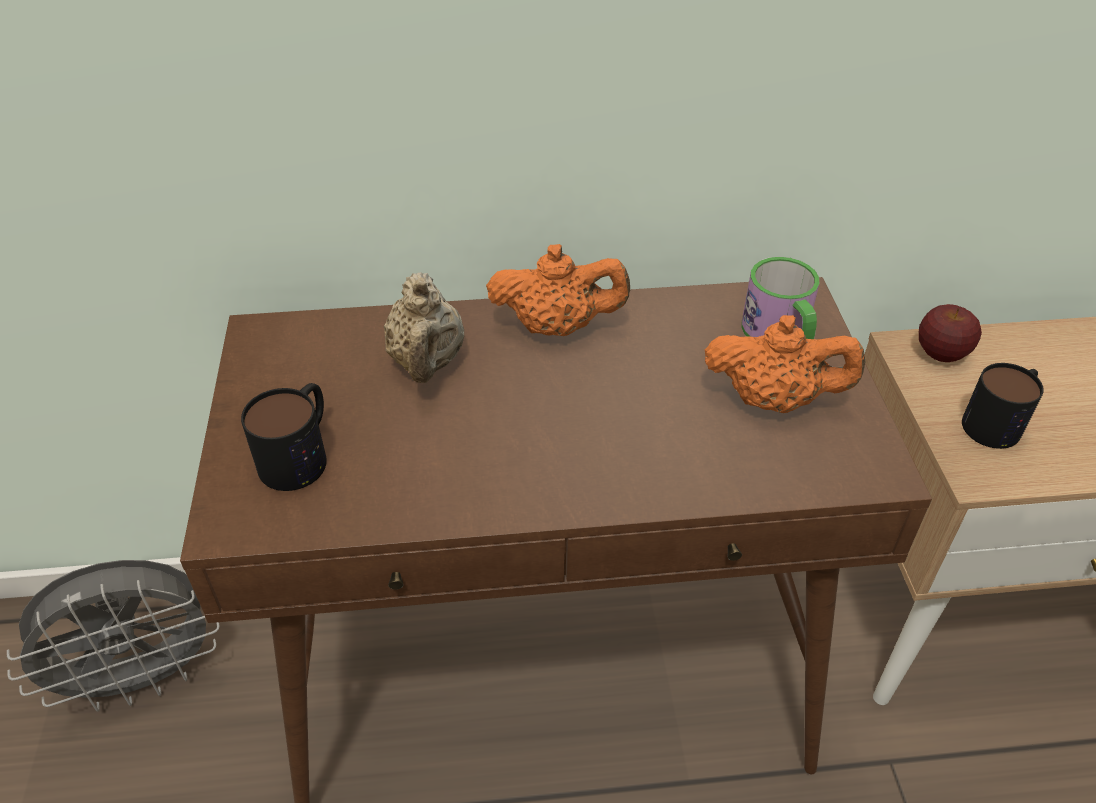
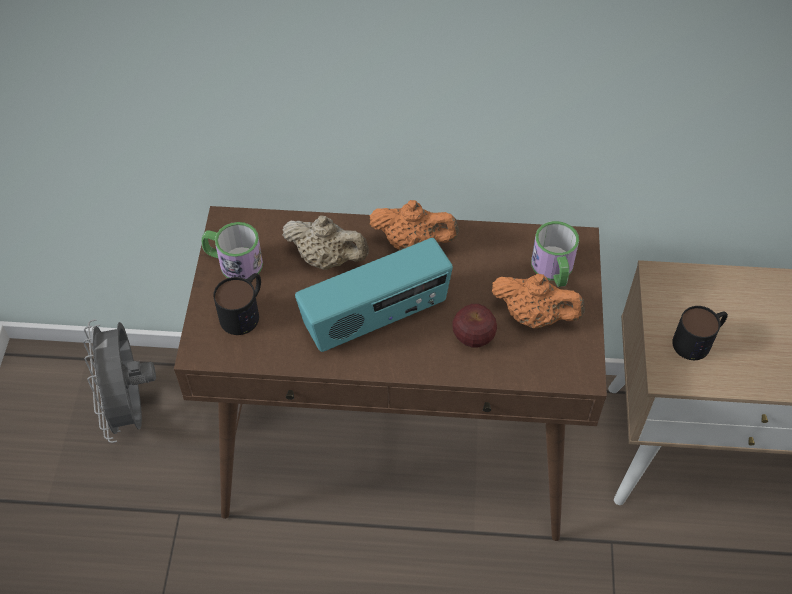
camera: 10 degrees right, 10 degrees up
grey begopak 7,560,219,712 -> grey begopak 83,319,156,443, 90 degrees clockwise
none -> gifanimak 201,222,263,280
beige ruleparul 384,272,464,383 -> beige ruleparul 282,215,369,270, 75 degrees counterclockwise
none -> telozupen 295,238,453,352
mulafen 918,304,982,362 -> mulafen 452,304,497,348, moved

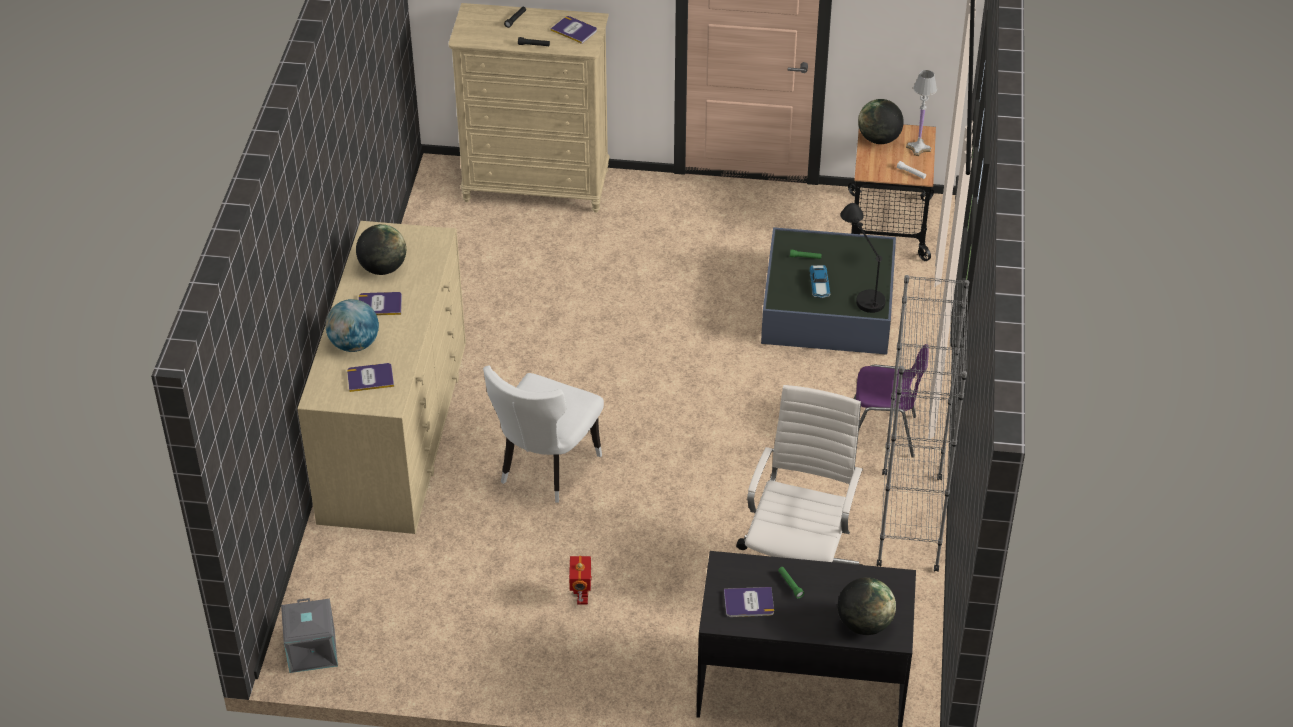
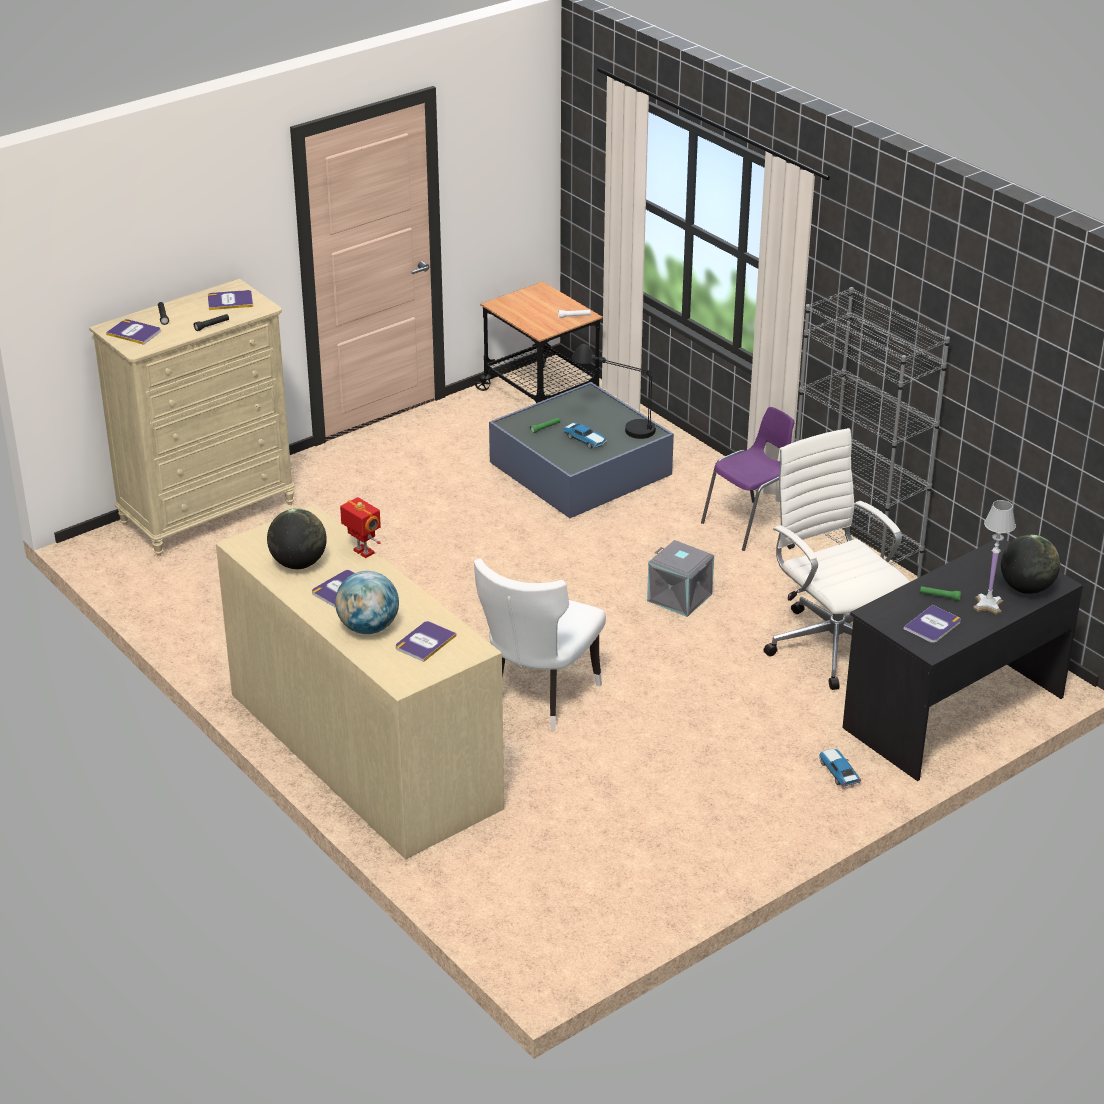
camera: 45 degrees left, 10 degrees down
none -> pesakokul 106,319,161,345
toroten 569,556,592,605 -> toroten 340,497,381,558, moved
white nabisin 483,366,604,503 -> white nabisin 474,558,606,730, 45 degrees clockwise
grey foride 281,598,338,673 -> grey foride 647,540,714,617, moved
none -> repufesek 819,749,861,787
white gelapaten 906,70,937,156 -> white gelapaten 973,500,1016,615, moved
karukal 858,99,904,144 -> none

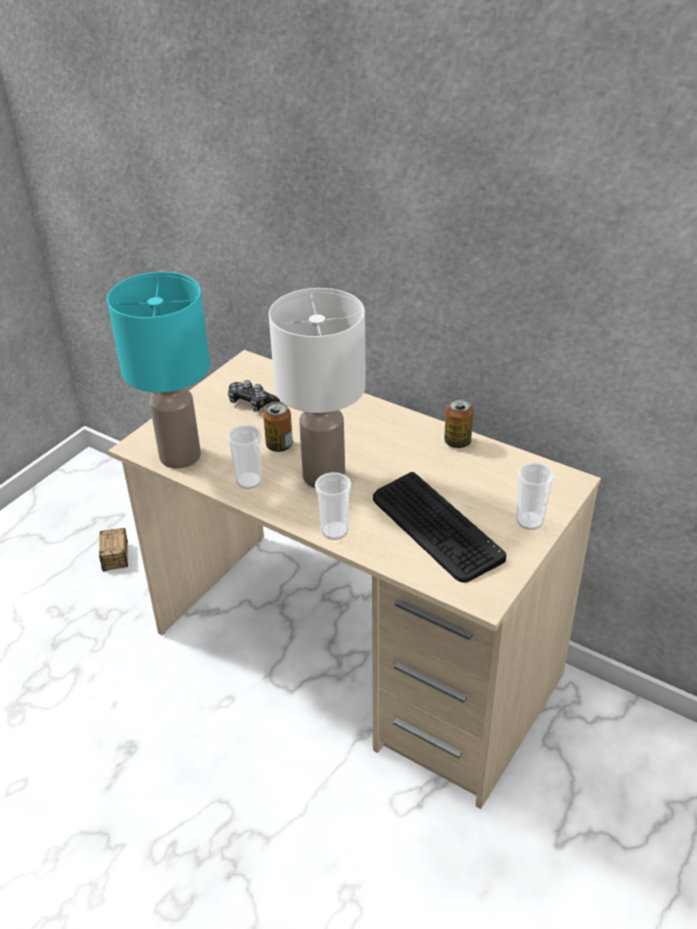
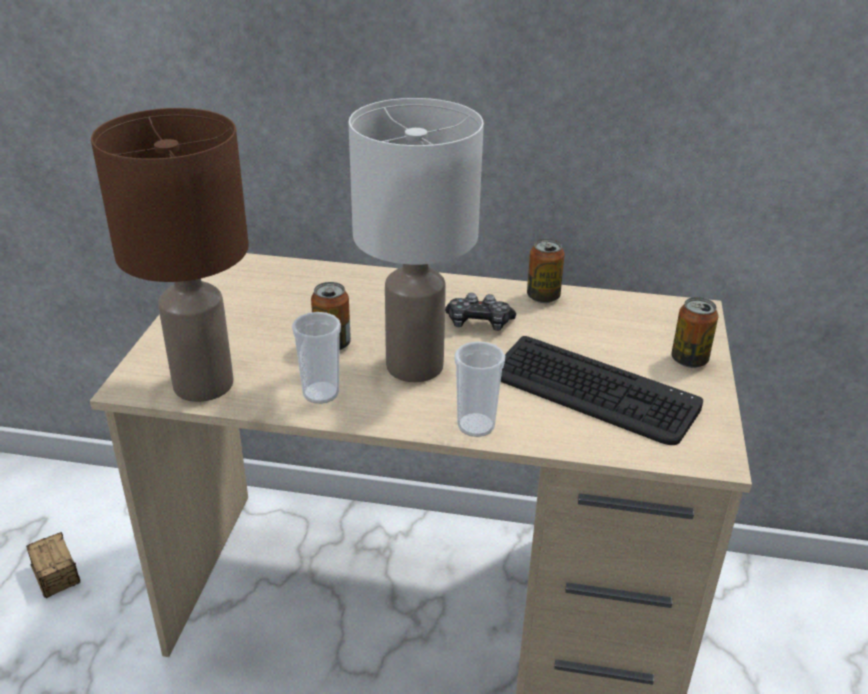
camera: 25 degrees left, 5 degrees down
turquoise gelapaten 107,272,210,469 -> brown gelapaten 91,108,249,402
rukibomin 228,380,280,411 -> rukibomin 445,293,516,331, moved
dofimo 516,462,554,530 -> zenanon 671,297,718,368

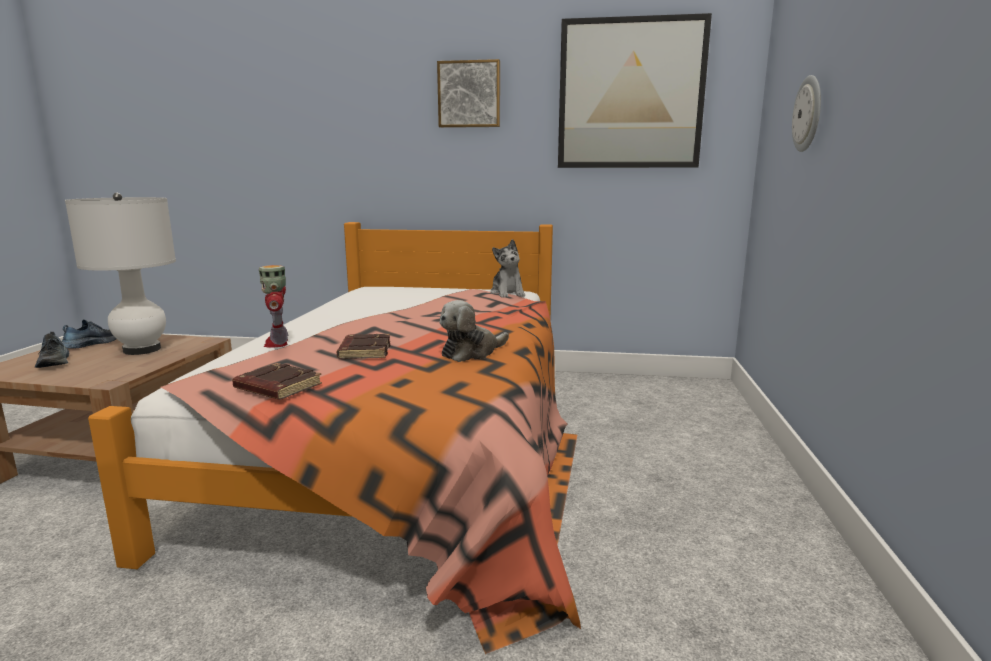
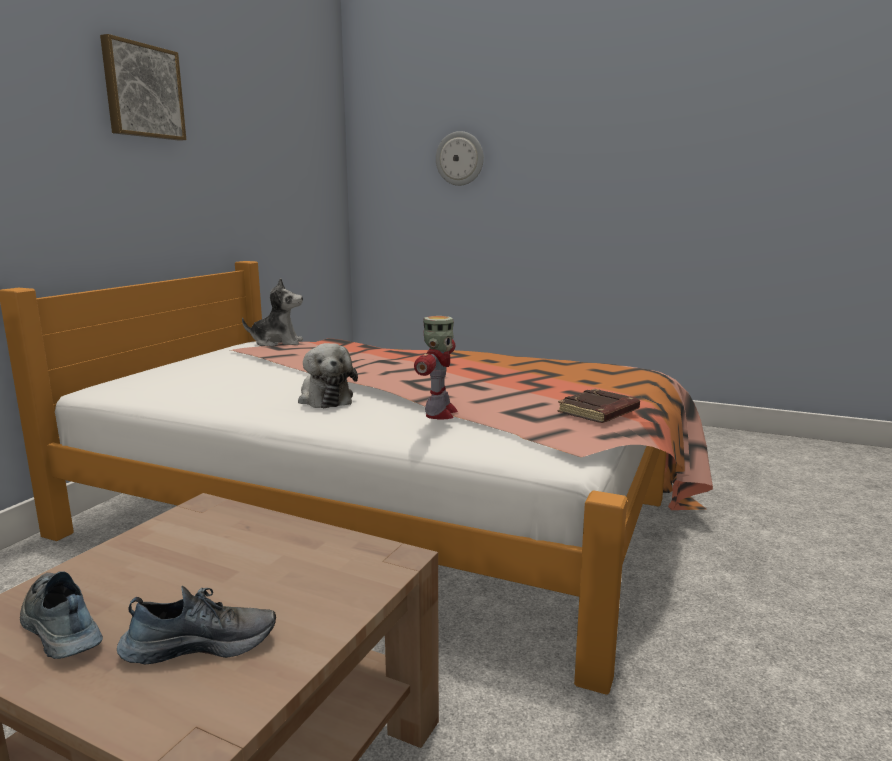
camera: 75 degrees left, 0 degrees up
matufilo 439,300,509,362 -> matufilo 298,343,358,409, moved
toroten 259,265,288,348 -> toroten 414,316,458,419, 75 degrees counterclockwise
white gelapaten 65,193,176,355 -> none
brown pesakokul 337,334,390,359 -> none
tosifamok 558,13,712,168 -> none

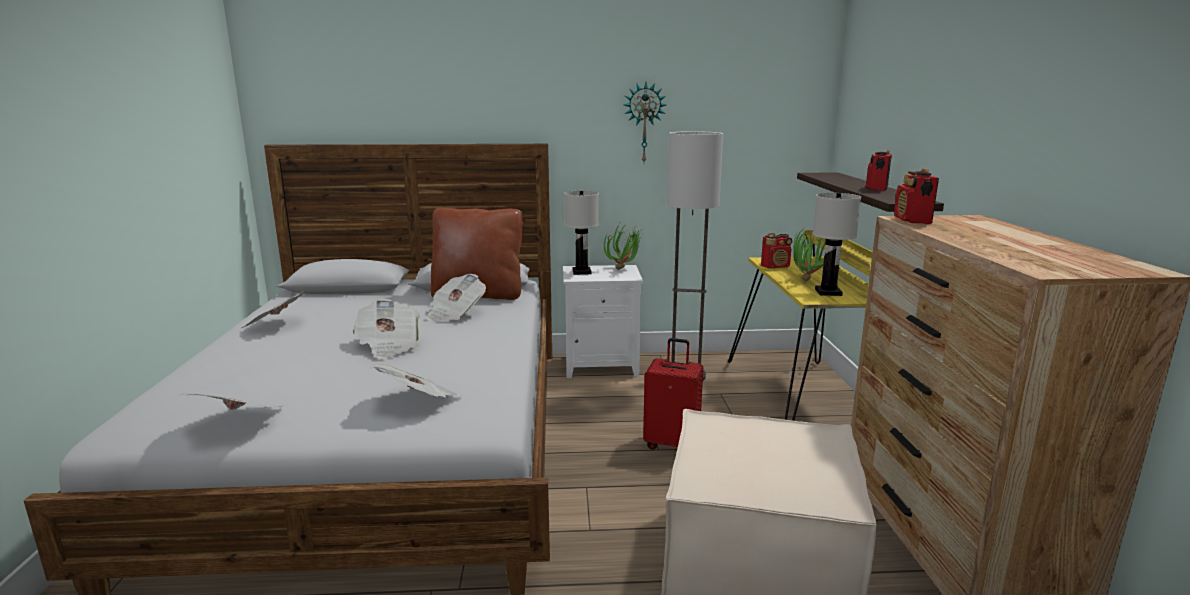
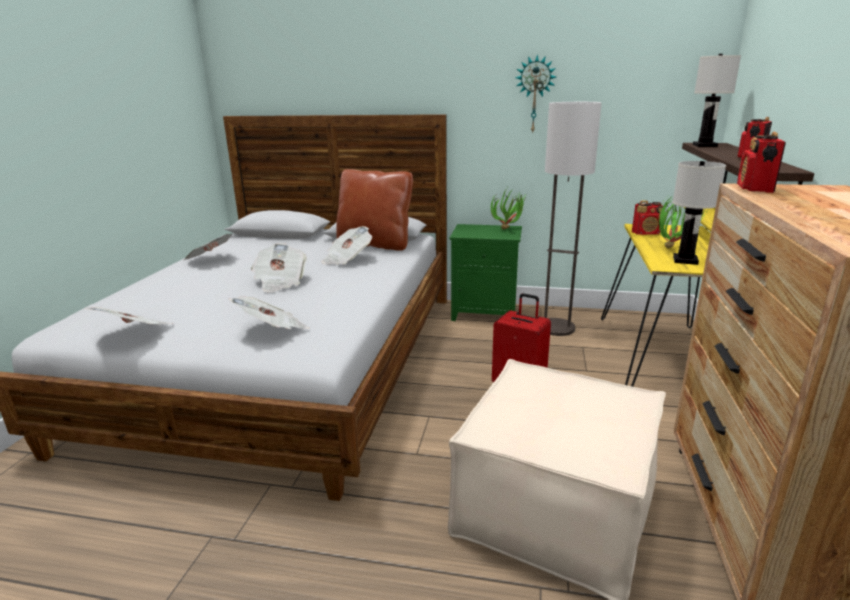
camera: 15 degrees right, 5 degrees up
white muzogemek 563,265,643,378 -> green muzogemek 450,224,522,321
white gelapaten 564,191,599,275 -> white gelapaten 693,54,741,147, moved

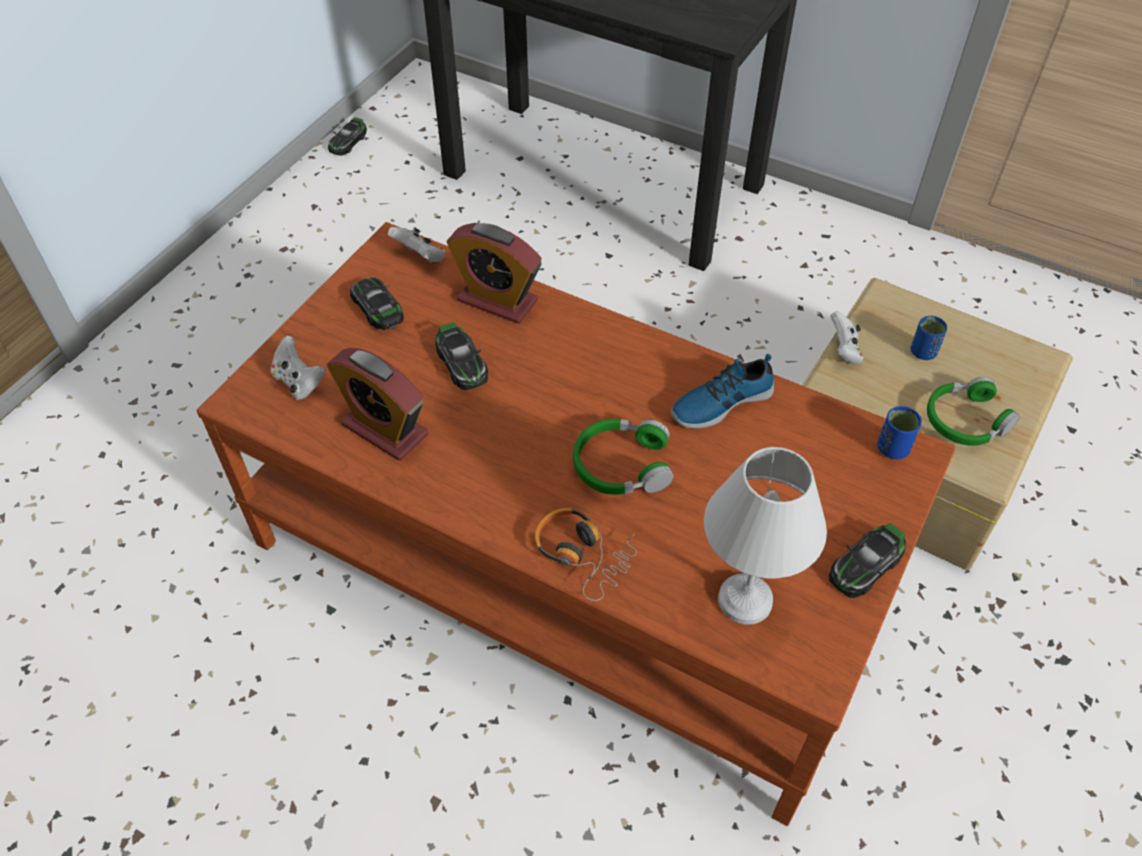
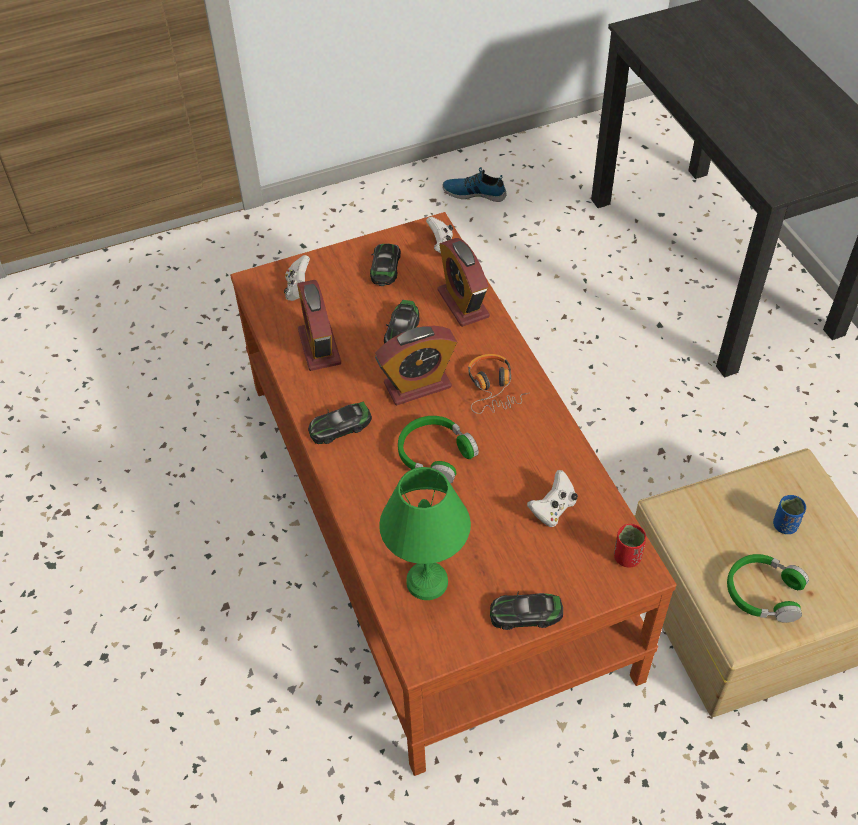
camera: 40 degrees right, 0 degrees up
repufesek 328,117,367,156 -> repufesek 308,402,372,444, moved
none -> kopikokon 375,326,457,405
white gelapaten 704,447,827,625 -> green gelapaten 379,467,471,600
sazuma 671,354,774,428 -> sazuma 442,167,506,202, moved
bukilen 535,508,637,601 -> bukilen 468,354,530,414, moved
white rukibomin 830,311,863,364 -> white rukibomin 527,470,578,527, moved
blue dofimo 877,406,922,459 -> red dofimo 614,524,646,568

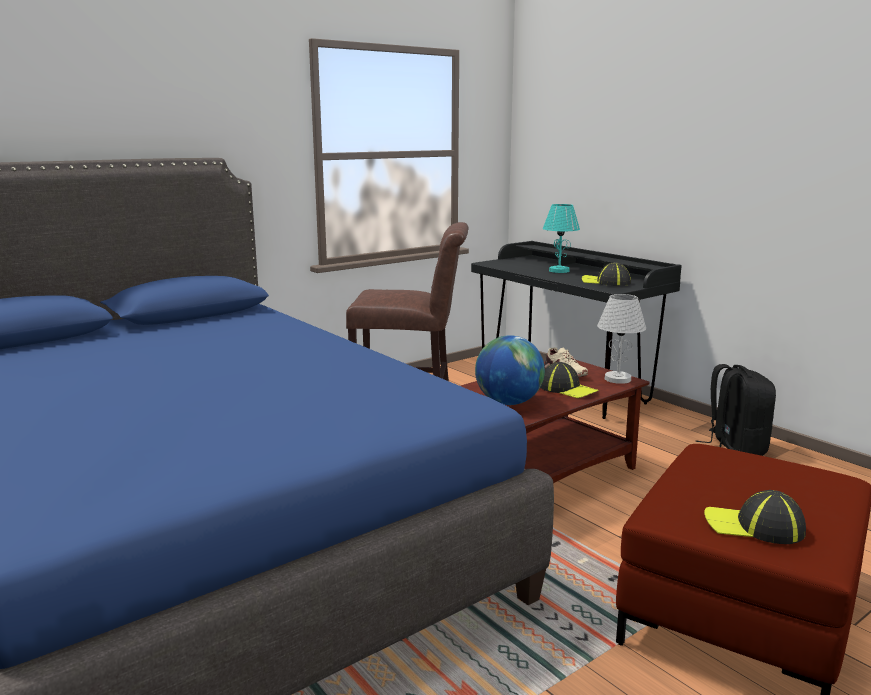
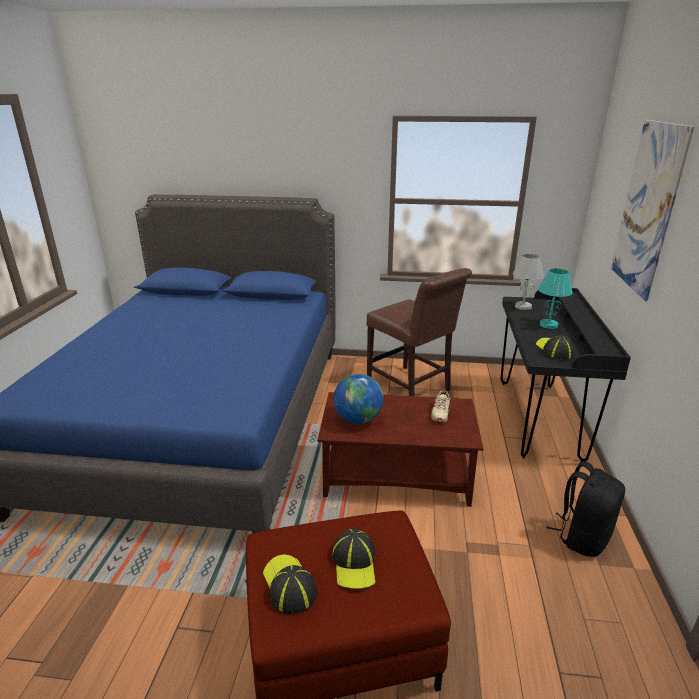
camera: 45 degrees right, 10 degrees up
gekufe 540,362,598,398 -> gekufe 332,529,376,589, moved
white gelapaten 597,294,646,384 -> white gelapaten 513,254,544,310, moved
none -> tosifamok 611,120,694,301

